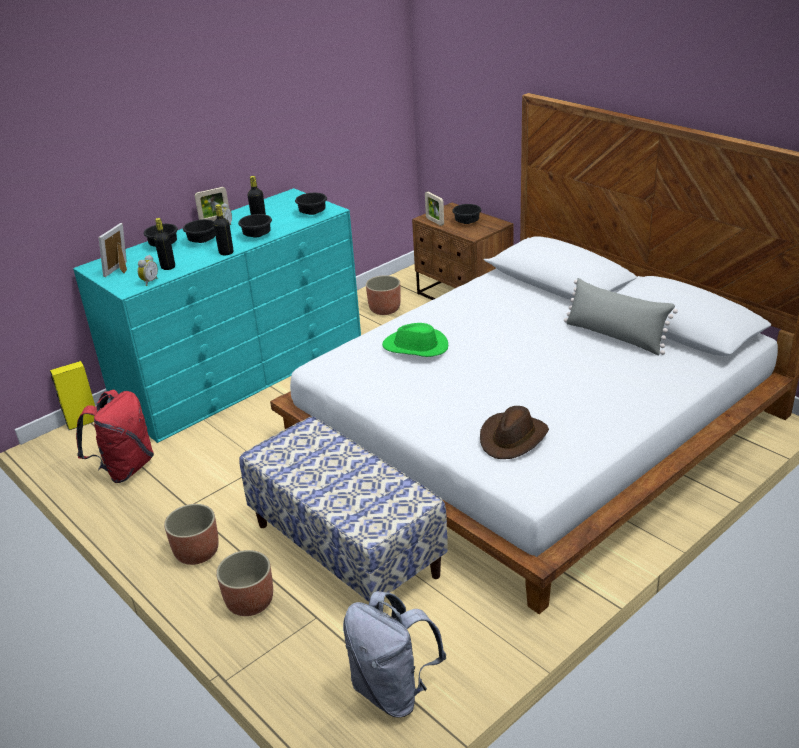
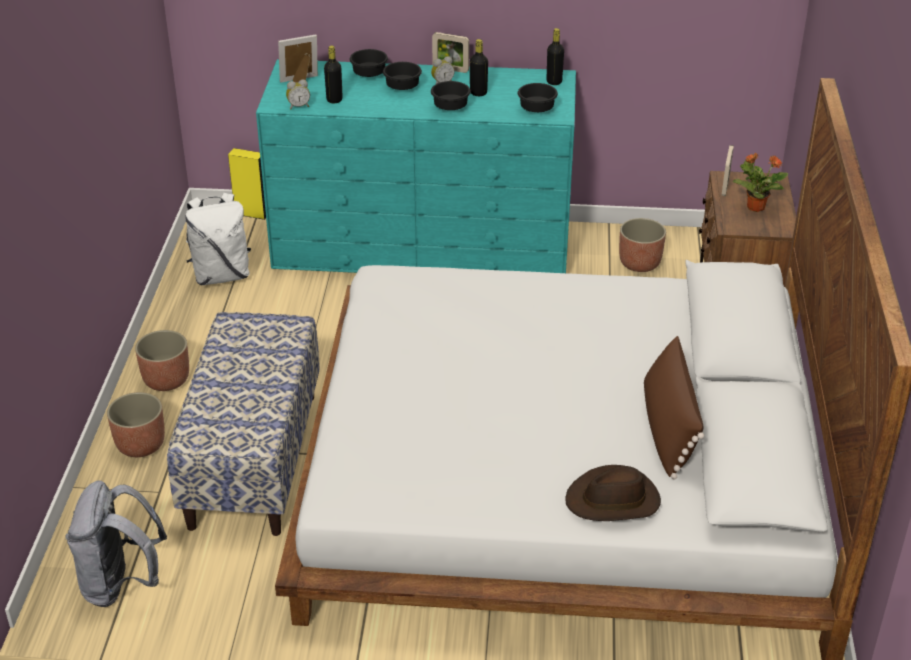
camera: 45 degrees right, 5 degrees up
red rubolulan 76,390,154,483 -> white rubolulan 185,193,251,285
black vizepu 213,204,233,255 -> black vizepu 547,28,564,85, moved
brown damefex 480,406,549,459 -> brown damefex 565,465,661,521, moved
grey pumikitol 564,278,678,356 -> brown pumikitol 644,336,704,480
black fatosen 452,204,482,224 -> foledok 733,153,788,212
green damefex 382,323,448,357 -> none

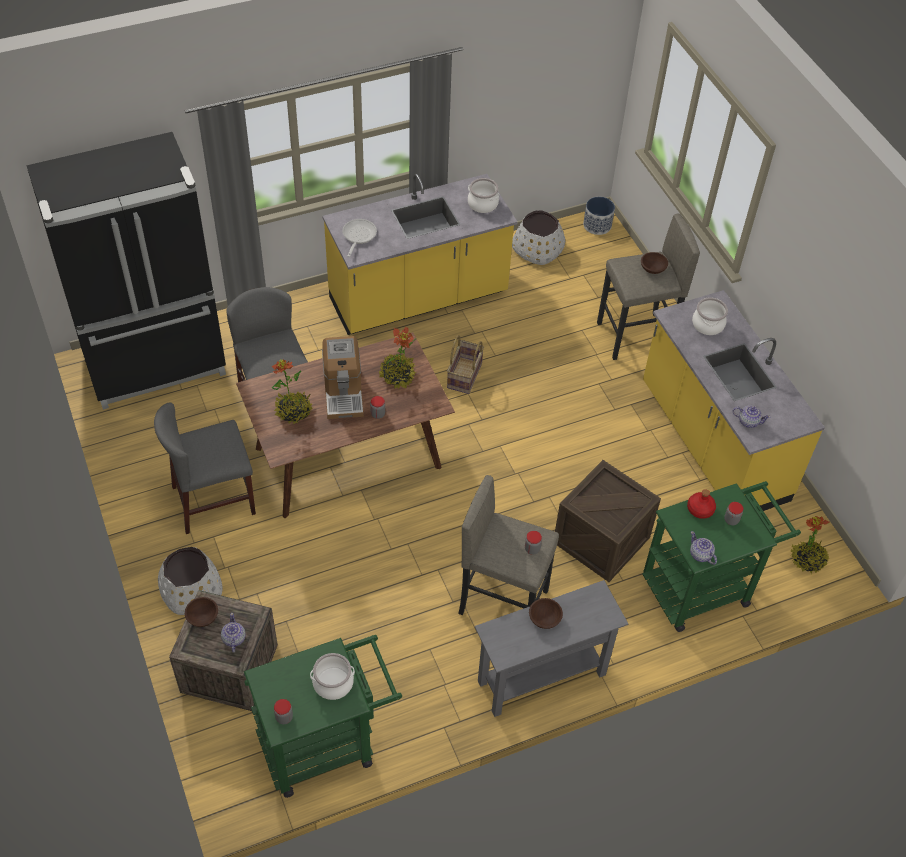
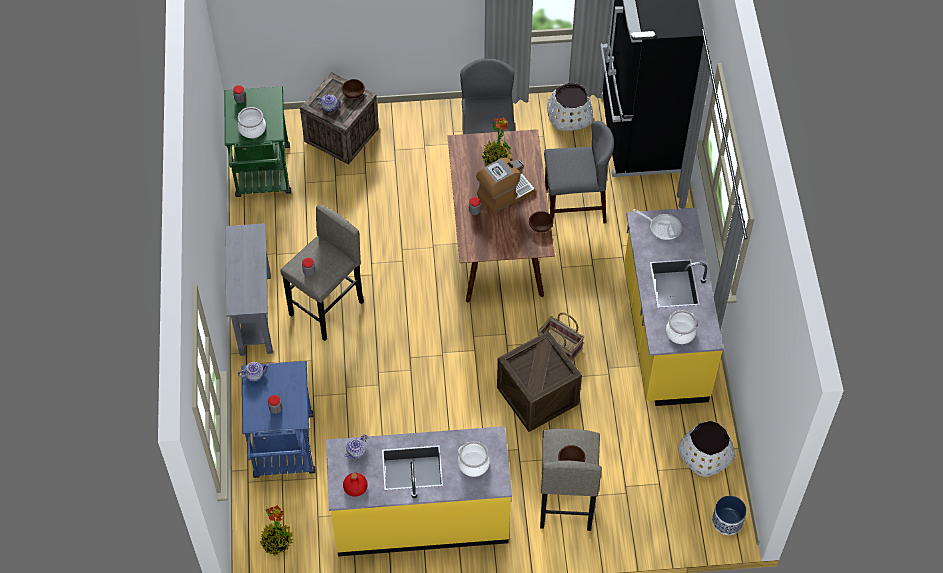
camera: 110 degrees right, 5 degrees up
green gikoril 642,481,801,632 -> blue gikoril 242,361,315,478
red vizepu 687,489,716,519 -> red vizepu 343,473,367,497, moved
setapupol 322,336,364,419 -> setapupol 476,158,535,214, 135 degrees clockwise
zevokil 555,460,661,582 -> zevokil 497,331,582,432, moved
brown fatosen 529,598,563,629 -> brown fatosen 529,211,554,233, moved
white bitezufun 158,547,223,615 -> white bitezufun 547,83,593,131, moved
foledok 379,327,417,389 -> none

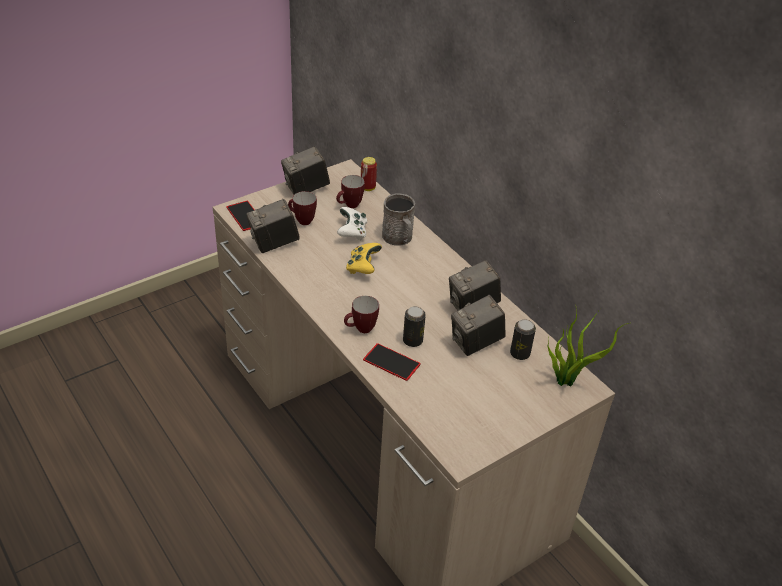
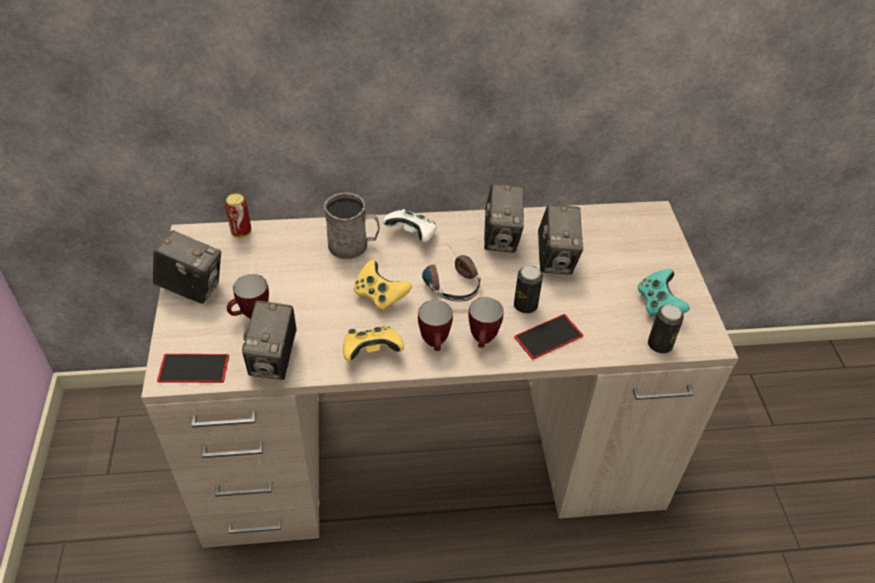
camera: 60 degrees left, 5 degrees up
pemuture 281,146,330,195 -> pemuture 153,230,221,304, 75 degrees counterclockwise
none -> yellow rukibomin 343,326,404,361
white rukibomin 337,207,367,240 -> white rukibomin 383,207,437,242, moved
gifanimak 336,175,365,208 -> gifanimak 418,300,453,351, moved
none -> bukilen 422,245,481,302
none -> turquoise rukibomin 638,269,690,317
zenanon 510,319,536,360 -> zenanon 648,305,684,353, moved
foledok 547,304,629,387 -> none

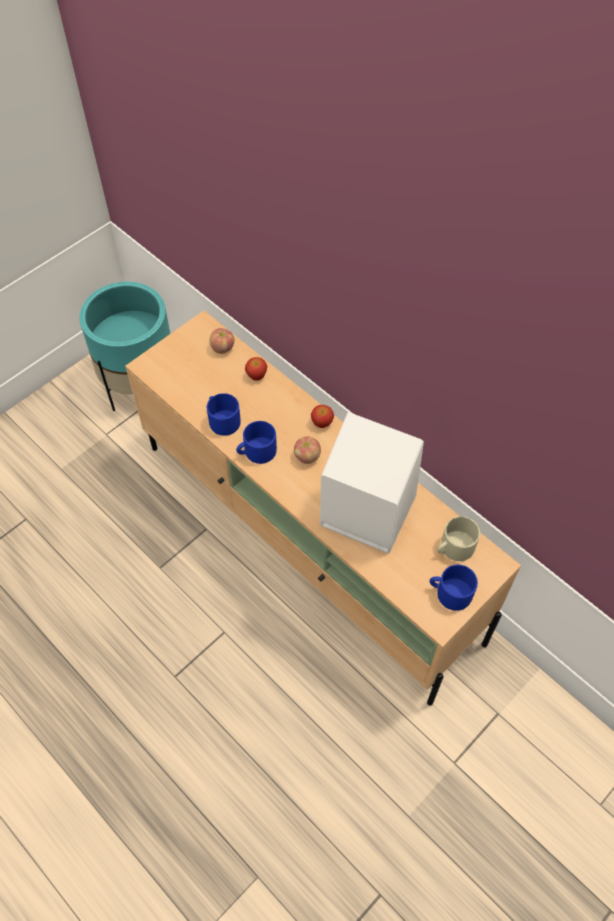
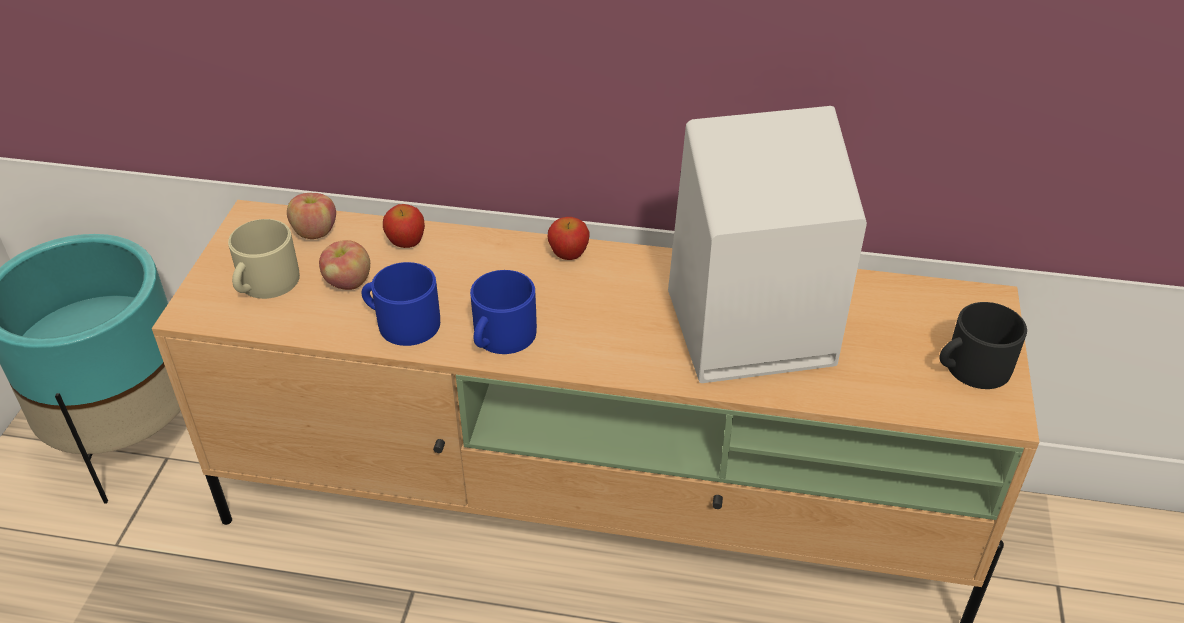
camera: 35 degrees left, 15 degrees down
beige gifanimak 437,516,480,561 -> beige gifanimak 228,219,300,299, moved
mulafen 294,436,321,464 -> mulafen 319,240,370,290, moved
blue gifanimak 429,565,478,611 -> black gifanimak 939,302,1027,389

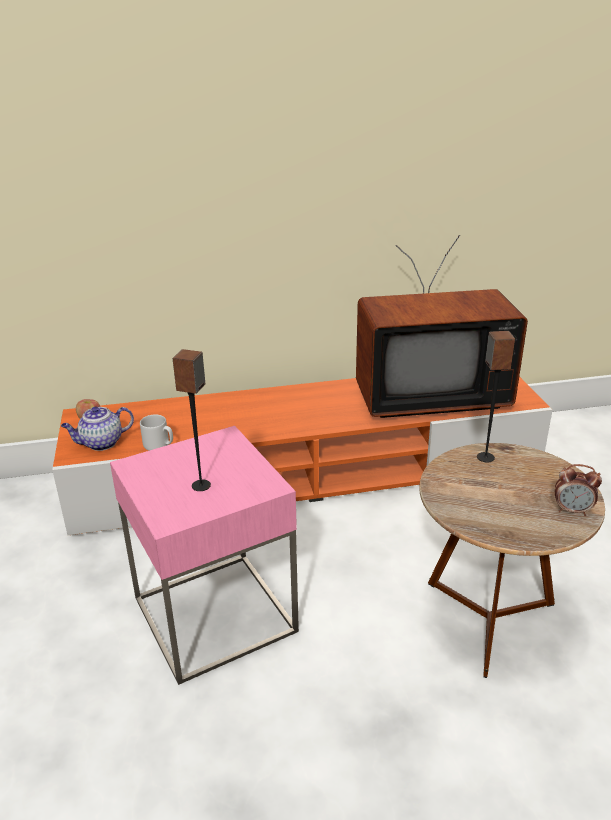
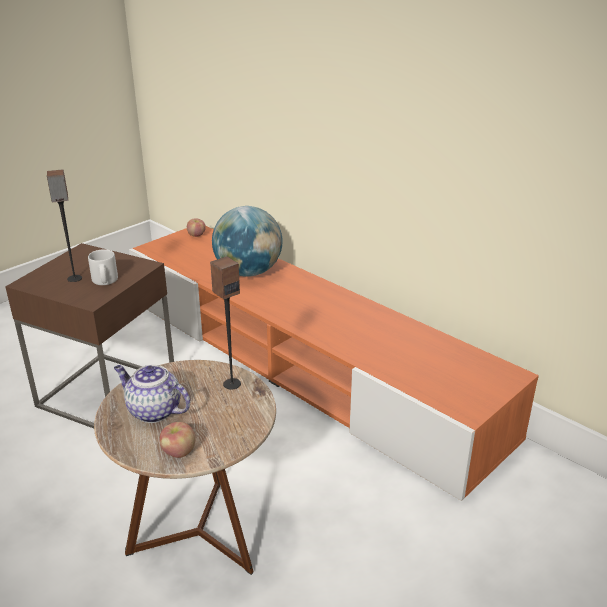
camera: 55 degrees right, 0 degrees up
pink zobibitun 110,426,299,685 -> brown zobibitun 5,243,174,428
grey gifanimak 140,414,173,451 -> grey gifanimak 88,249,118,285, moved
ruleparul 61,406,134,451 -> ruleparul 114,365,190,423, moved
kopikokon 555,464,602,516 -> mulafen 159,422,195,458
none -> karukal 212,206,282,277
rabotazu 356,235,528,418 -> none

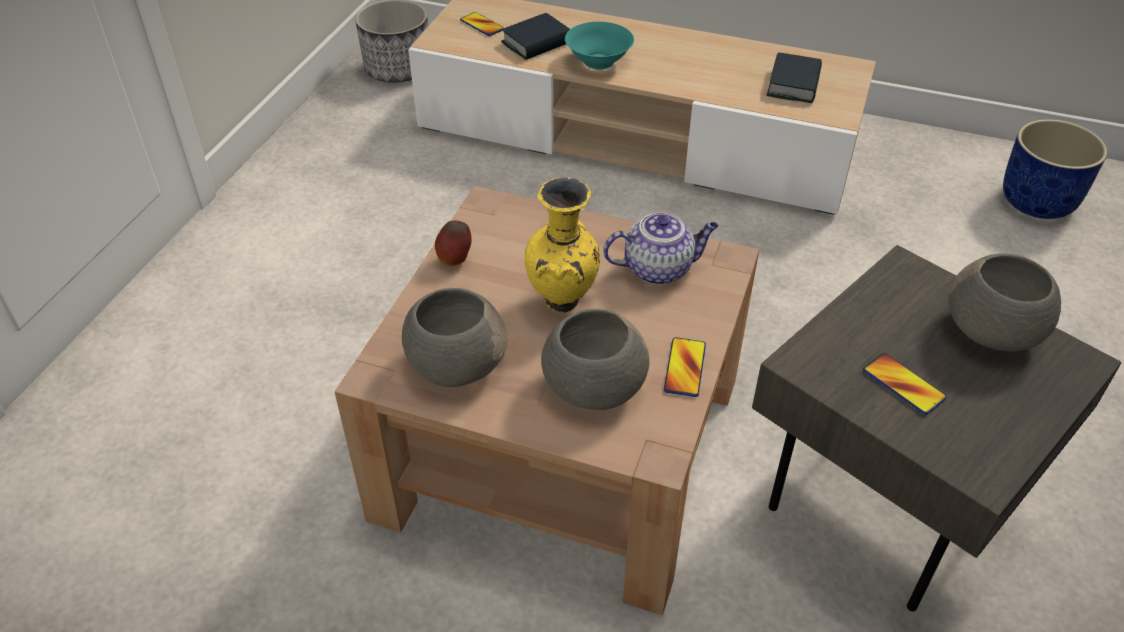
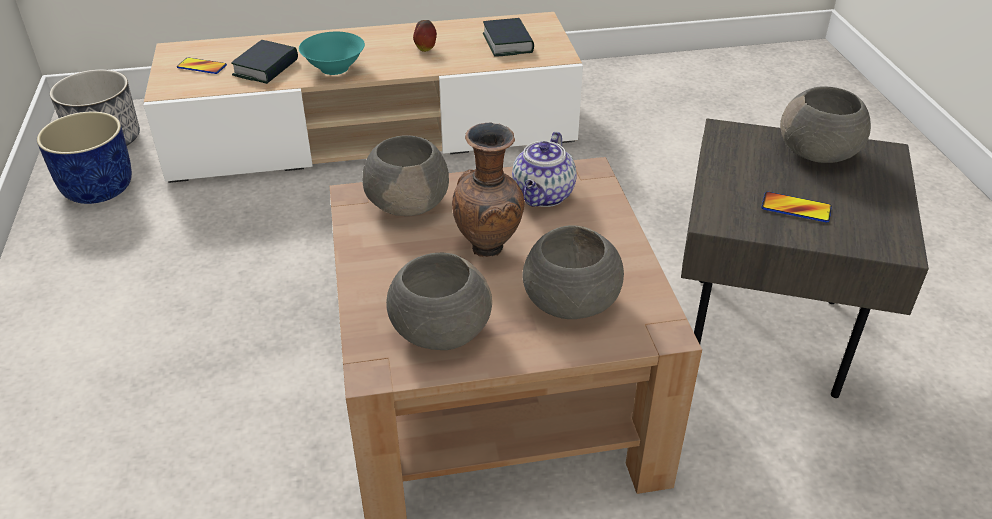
camera: 30 degrees left, 5 degrees down
blue bitezufun 1003,119,1107,219 -> blue bitezufun 37,112,132,204, moved
none -> grey fatosen 362,136,449,216
mulafen 435,221,472,266 -> mulafen 413,20,437,52, moved
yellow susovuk 525,177,600,313 -> brown susovuk 452,123,524,257
ruleparul 603,212,718,285 -> ruleparul 512,132,576,207, 150 degrees clockwise
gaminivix 664,337,706,397 -> none

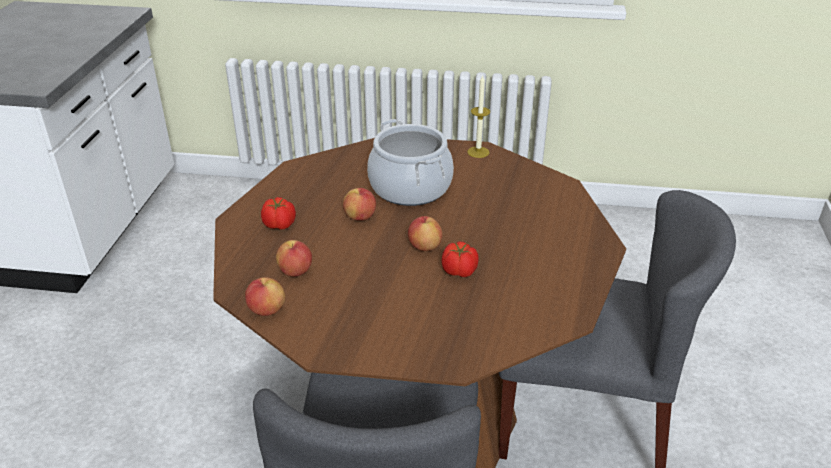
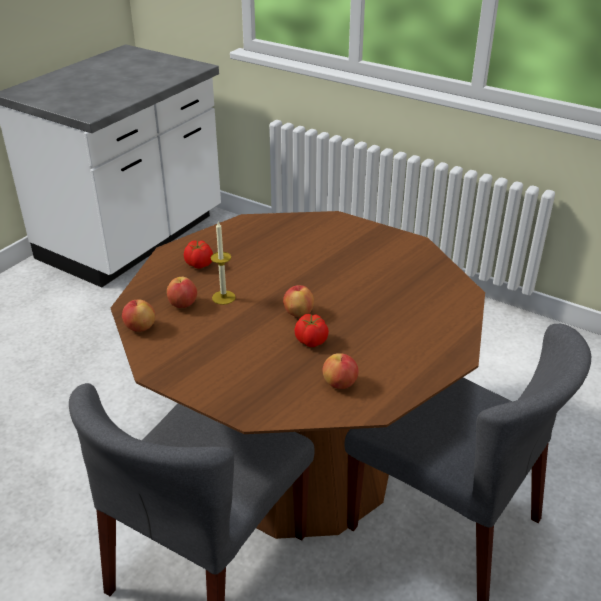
camera: 25 degrees right, 0 degrees up
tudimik 467,74,490,158 -> tudimik 210,222,236,305, moved
mulafen 343,188,376,221 -> mulafen 322,353,358,389, moved
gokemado 367,119,454,206 -> none

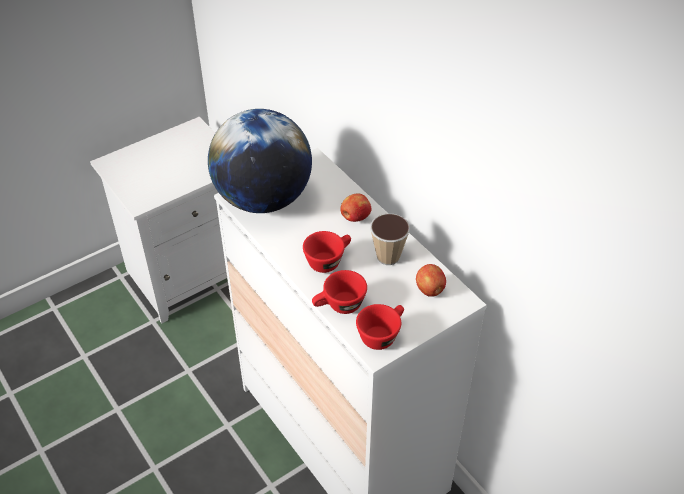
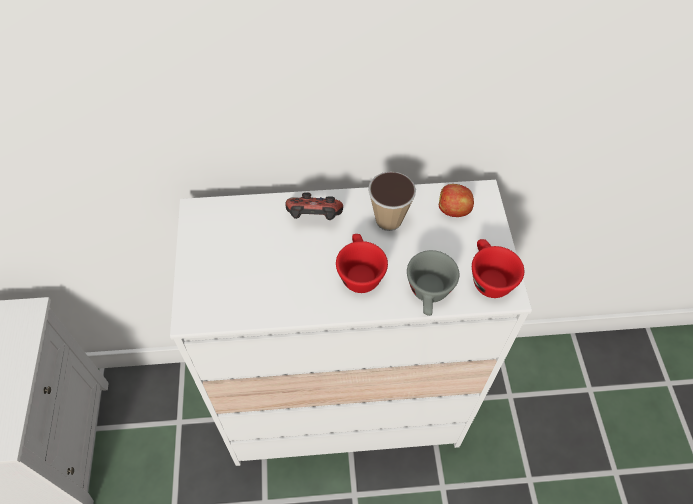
camera: 60 degrees left, 10 degrees up
mulafen 340,193,372,222 -> rukibomin 285,192,343,220
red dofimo 312,270,367,314 -> grey dofimo 407,250,459,316
karukal 208,109,312,213 -> none

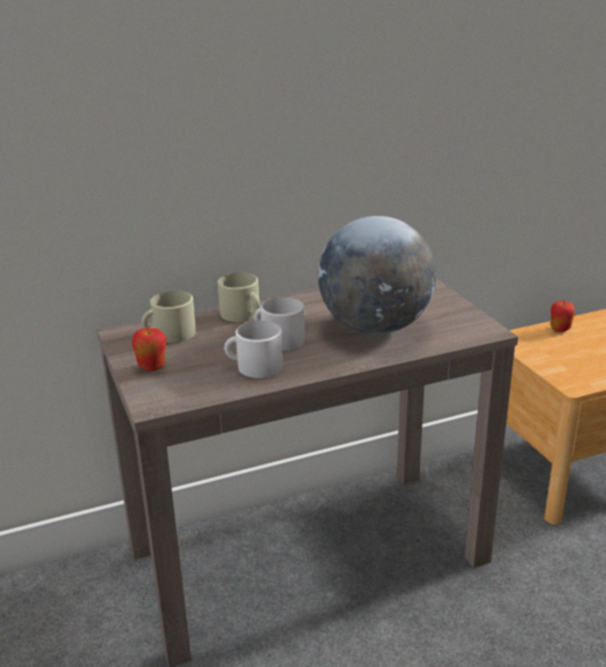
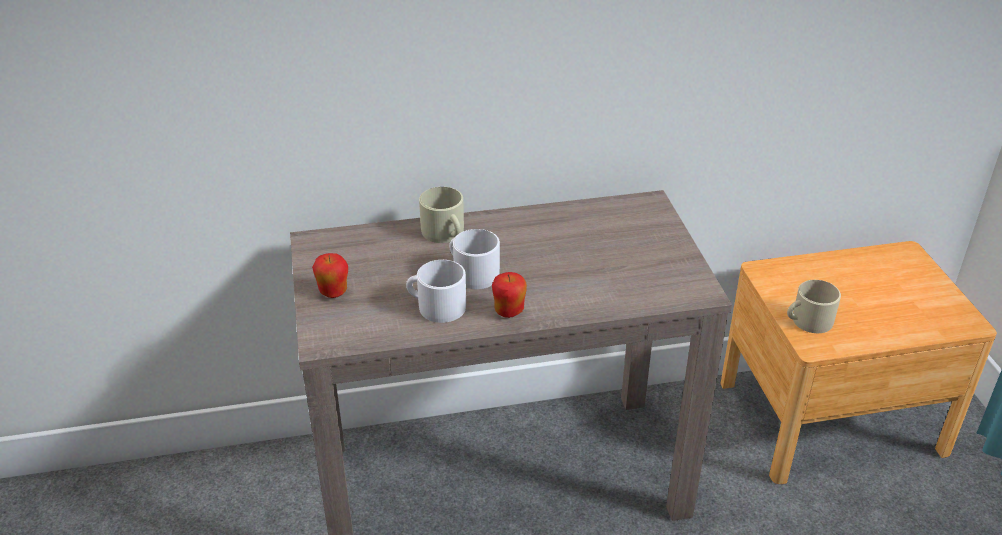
camera: 10 degrees right, 10 degrees up
mulafen 551,300,575,332 -> mulafen 492,272,527,318, moved
beige gifanimak 141,291,196,343 -> beige gifanimak 787,280,841,333, moved
karukal 318,216,436,334 -> none

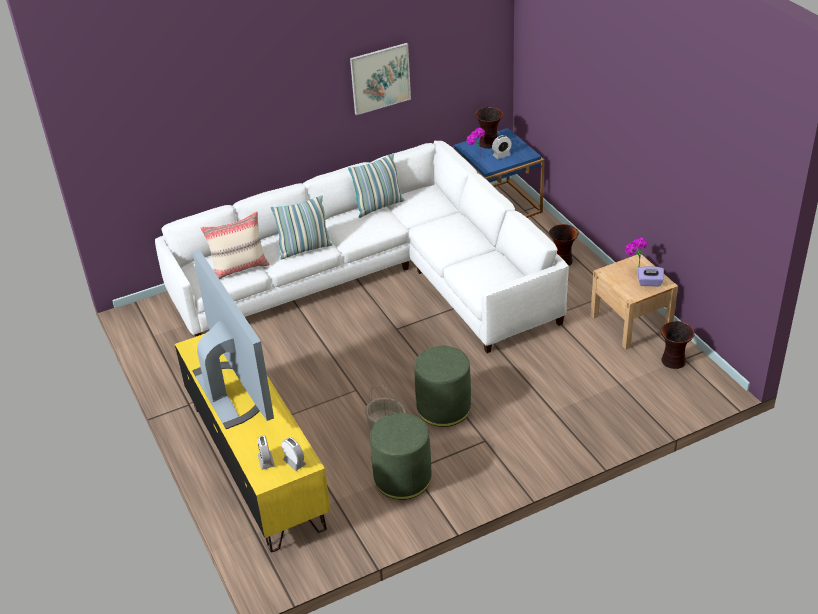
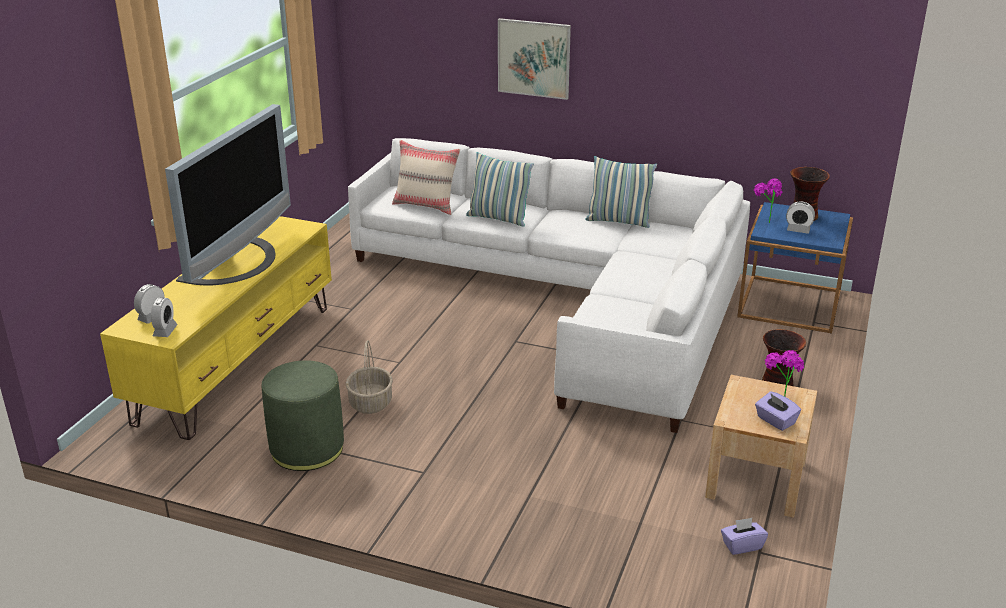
camera: 45 degrees right, 10 degrees down
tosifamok 350,43,411,115 -> tosifamok 498,18,571,100, moved
susovuk 661,321,695,369 -> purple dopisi 721,518,768,555
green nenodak 414,346,471,427 -> none

